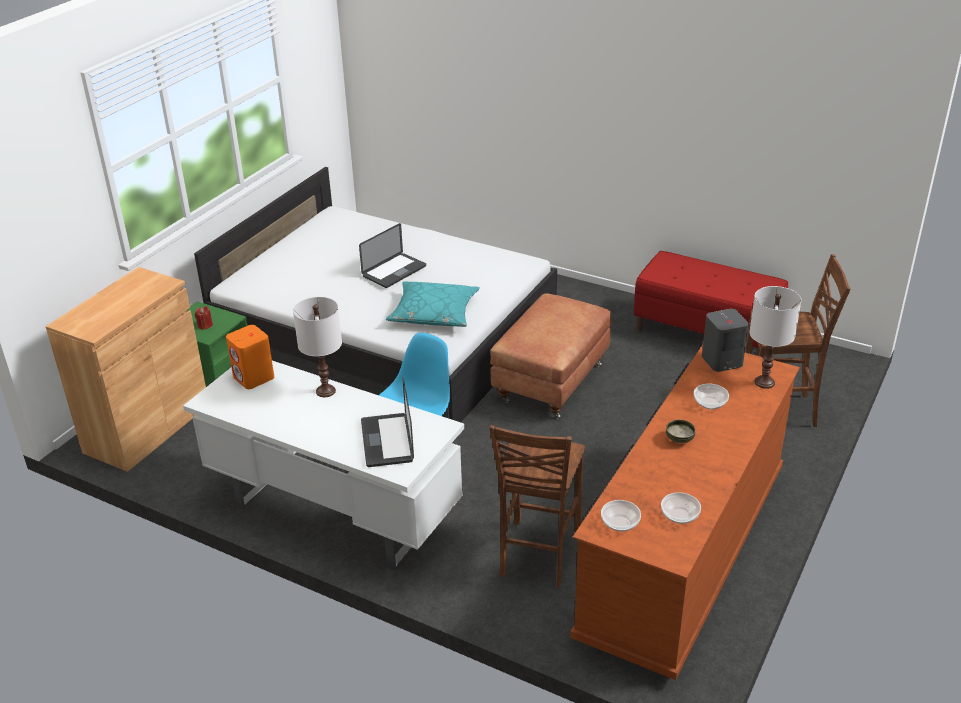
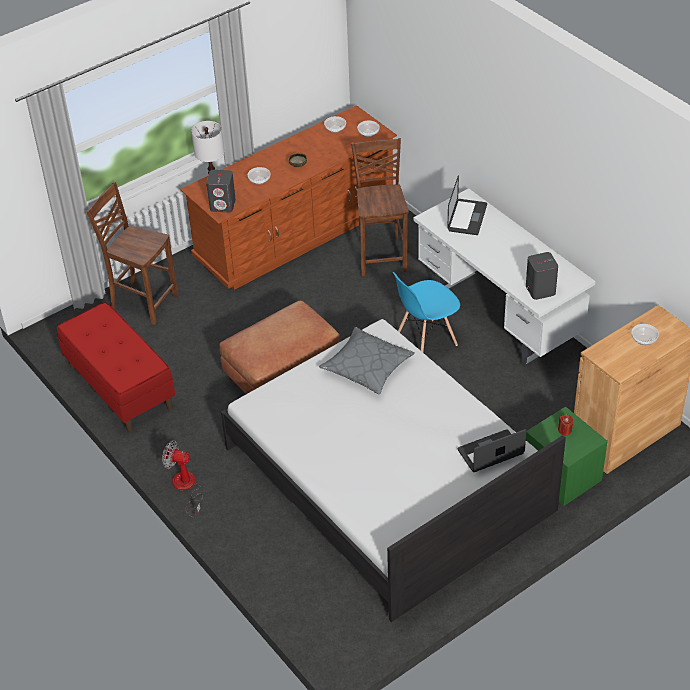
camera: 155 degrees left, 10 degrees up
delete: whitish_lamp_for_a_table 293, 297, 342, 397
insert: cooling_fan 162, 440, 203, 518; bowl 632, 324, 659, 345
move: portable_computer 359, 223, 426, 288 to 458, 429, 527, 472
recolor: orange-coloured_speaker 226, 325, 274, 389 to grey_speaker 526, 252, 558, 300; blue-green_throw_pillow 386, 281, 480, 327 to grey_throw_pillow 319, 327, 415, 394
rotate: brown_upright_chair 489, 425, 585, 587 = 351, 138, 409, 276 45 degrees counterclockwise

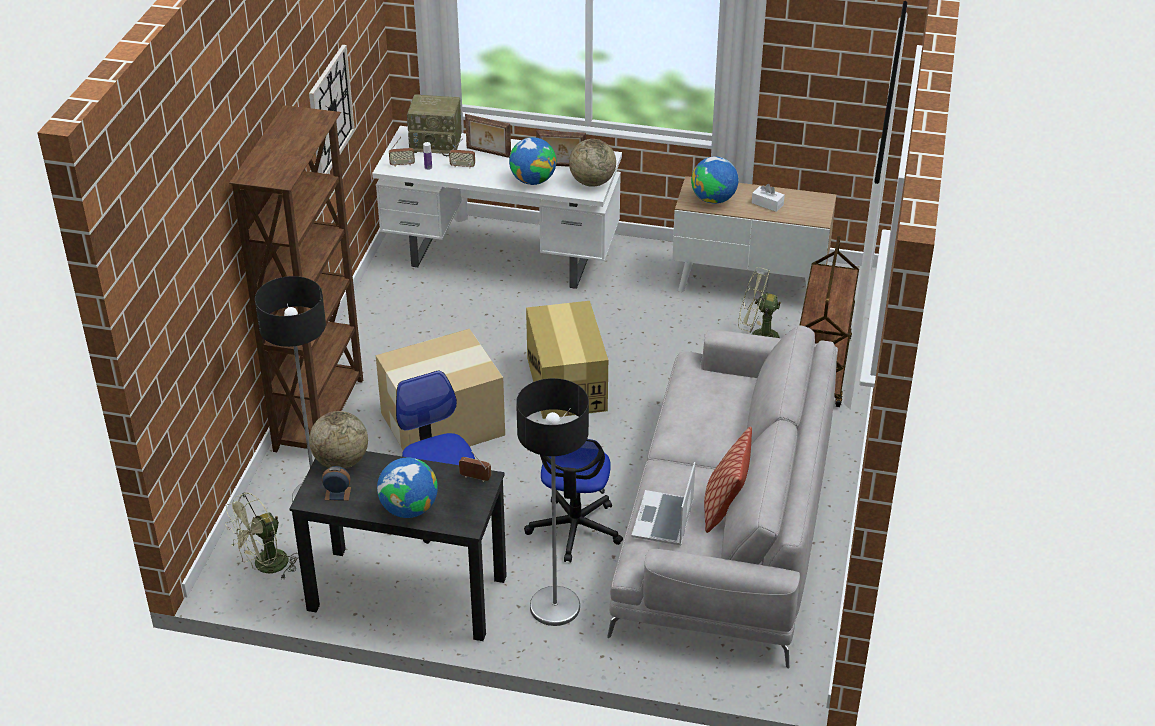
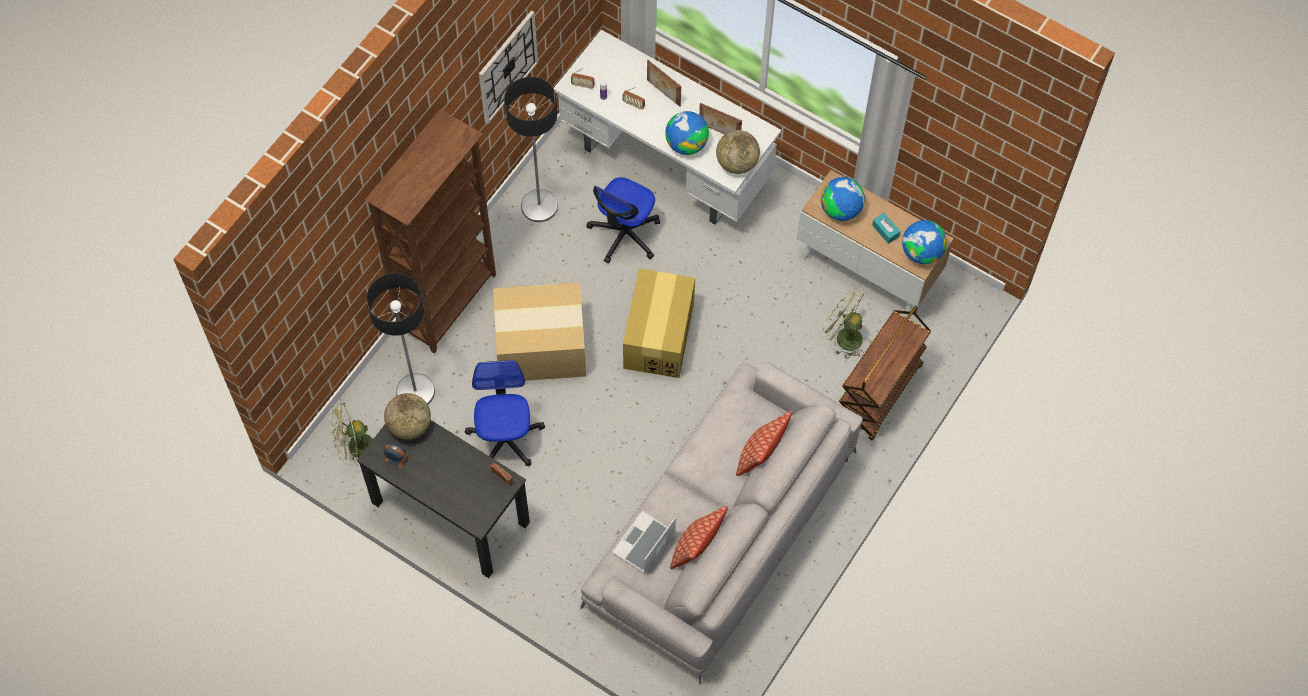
camera: 20 degrees right, 25 degrees up
delete: radio_set 407, 94, 462, 156
insert: throw_pillow 736, 411, 792, 476
move: world_globe 377, 458, 438, 518 to 902, 220, 947, 264; floor_lamp 516, 378, 589, 626 to 504, 77, 558, 222; desk_chair 524, 439, 623, 563 to 586, 177, 660, 263
recolor: whitish_box_of_tissues 752, 184, 785, 212 to blue-green_box_of_tissues 872, 213, 901, 244

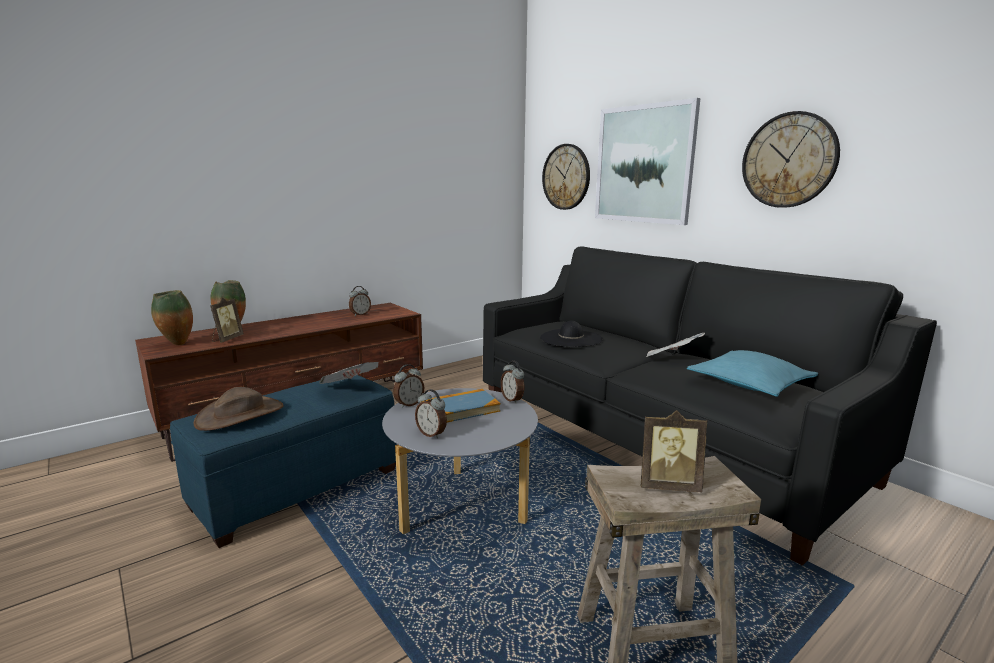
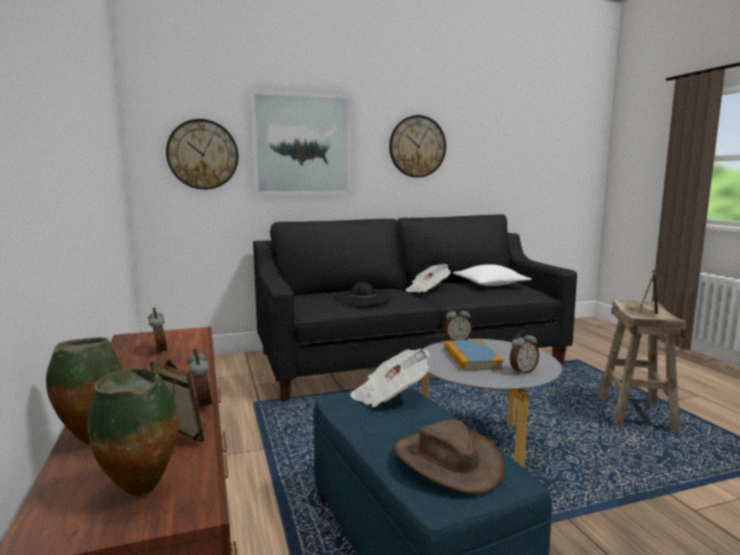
camera: 70 degrees left, 5 degrees down
move: table_clock 393, 364, 424, 408 to 187, 348, 212, 410
recolor: blue-green_throw_pillow 687, 350, 818, 397 to whitish_throw_pillow 453, 264, 532, 286

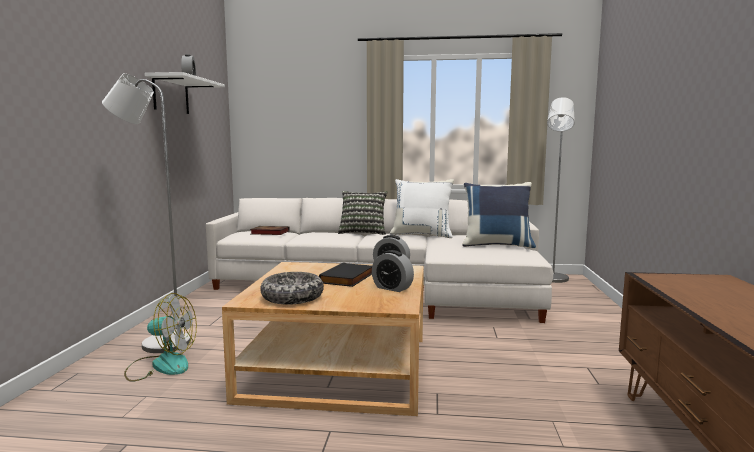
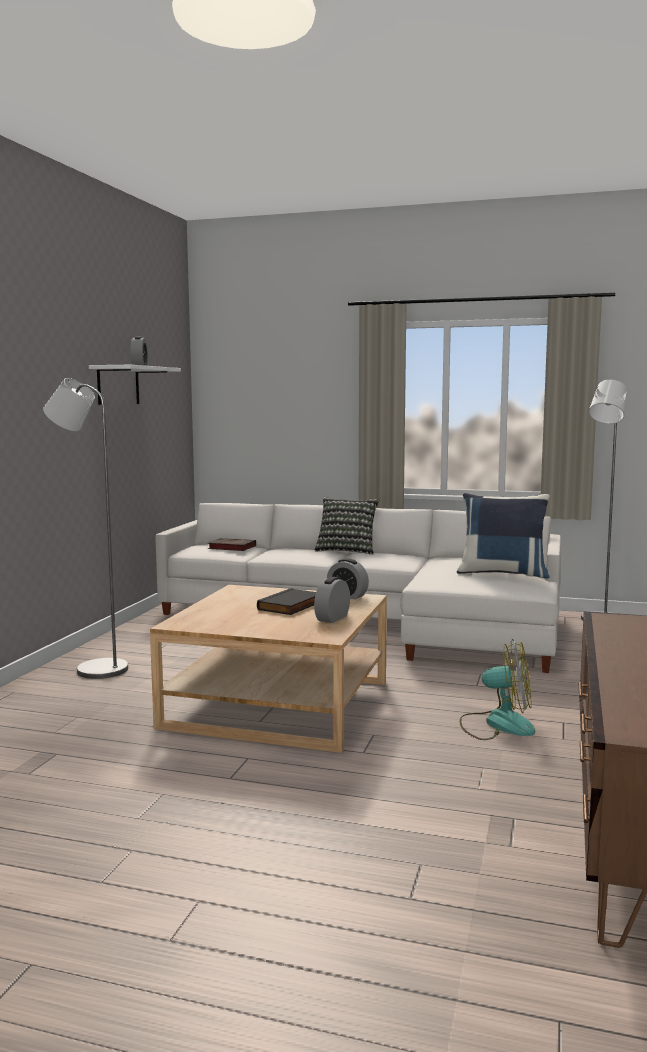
camera: 10 degrees right, 0 degrees up
delete: bowl 260, 272, 324, 305; whitish_throw_pillow 390, 179, 454, 238
move: cooling_fan 124, 293, 197, 382 to 459, 639, 535, 740
rotate: table_clock 372, 250, 414, 292 = 314, 577, 350, 623 75 degrees clockwise

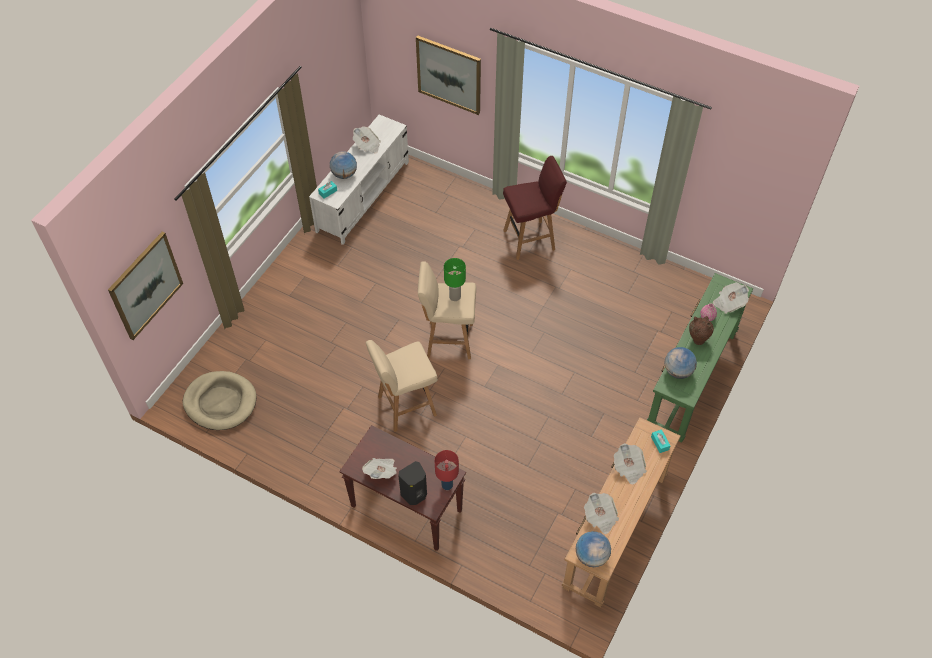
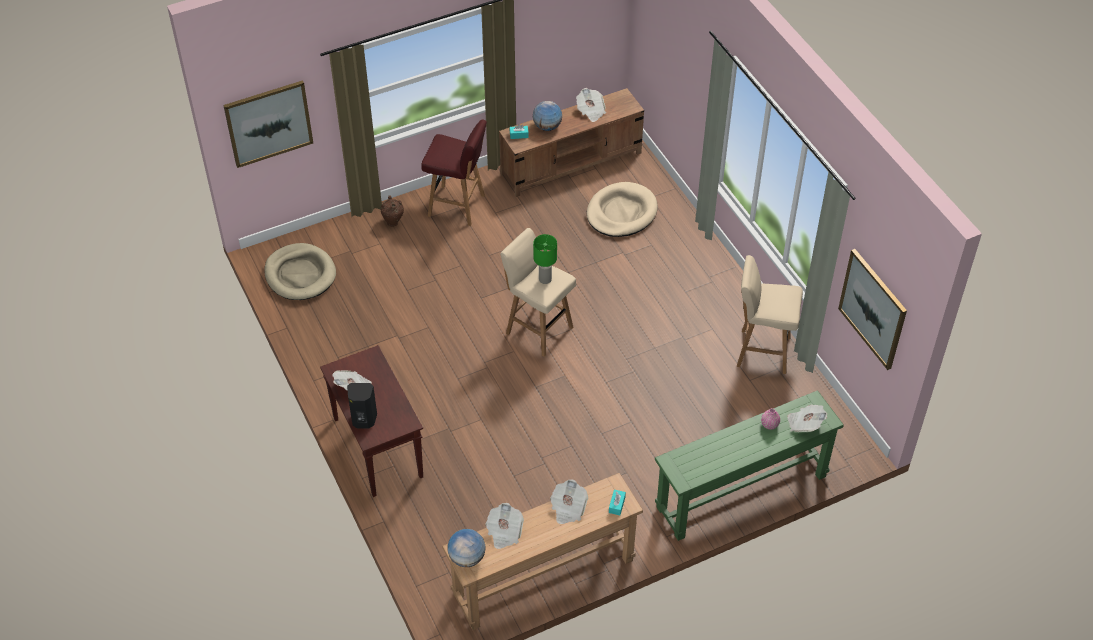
camera: 35 degrees right, 5 degrees down
delete: reddish_lamp_for_a_table 435, 450, 459, 490; world_globe 665, 347, 697, 379
insert: beige-coloured_pet_bed 587, 182, 658, 237
move: beige-coloured_stool_seat 365, 340, 438, 432 to 737, 255, 803, 374; wall_picture 416, 35, 481, 115 to 838, 249, 907, 370; reddish_stool_seat 503, 156, 567, 260 to 421, 120, 487, 226; brown_vase 689, 316, 714, 345 to 381, 195, 404, 227
recolor: whitish_tv_stand 309, 115, 409, 245 to brown_tv_stand 499, 88, 644, 197

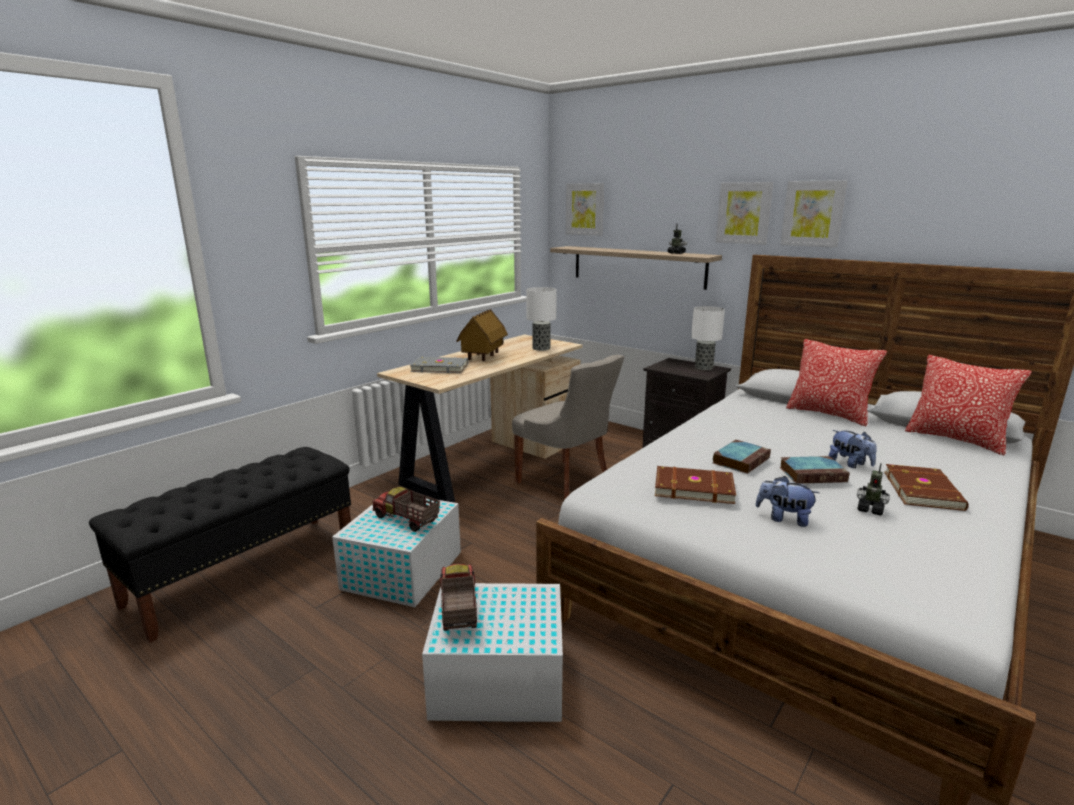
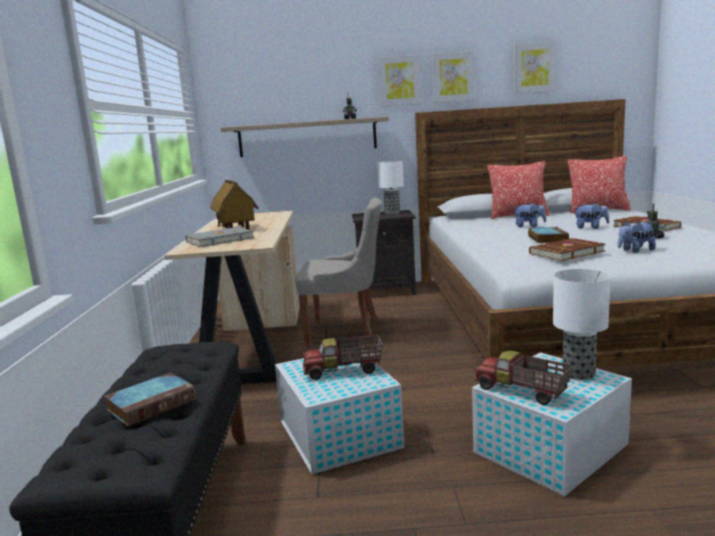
camera: 40 degrees left, 5 degrees down
insert: cuddly_toy 514, 203, 546, 227
move: lamp_for_a_table 526, 287, 557, 351 to 553, 269, 611, 380; wall_picture 566, 183, 604, 236 to 514, 41, 556, 94; volume 779, 456, 850, 484 to 105, 373, 196, 427

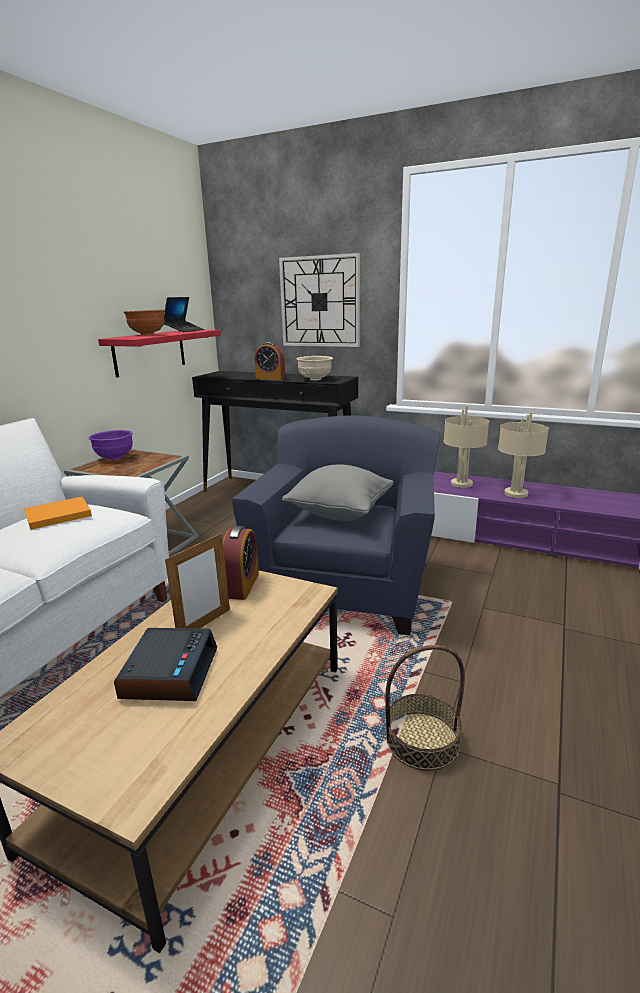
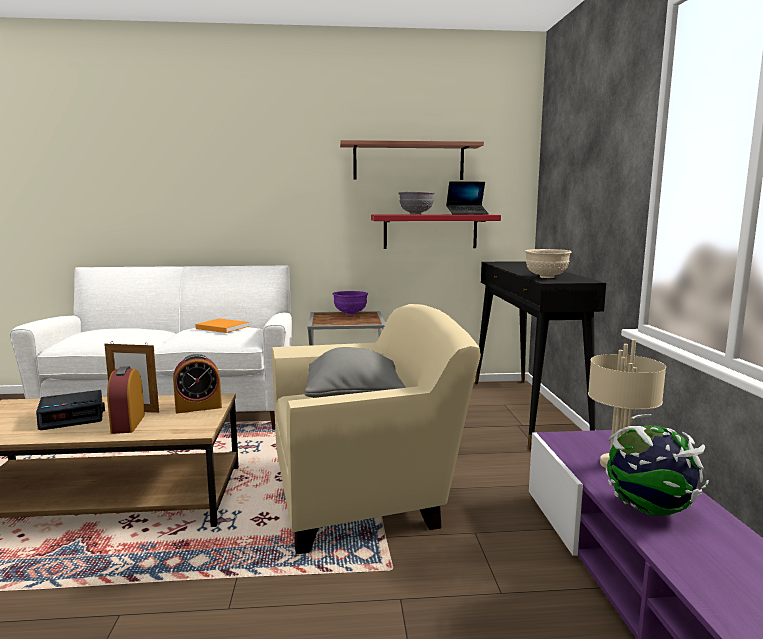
camera: 60 degrees right, 10 degrees down
delete: wall_clock 279, 253, 360, 347; storage_basket 385, 645, 465, 771
insert: bracket_shelf 340, 140, 484, 180
move: table_clock 254, 342, 285, 380 to 107, 366, 145, 434
replace: beige-coloured_lamp_for_a_table 498, 412, 549, 498 to world_globe 606, 414, 709, 516
recolor: brown_bowl 124, 310, 165, 335 to grey_bowl 398, 192, 434, 214; bluish_easy_chair 232, 415, 440, 635 to beige-coloured_easy_chair 272, 304, 481, 554

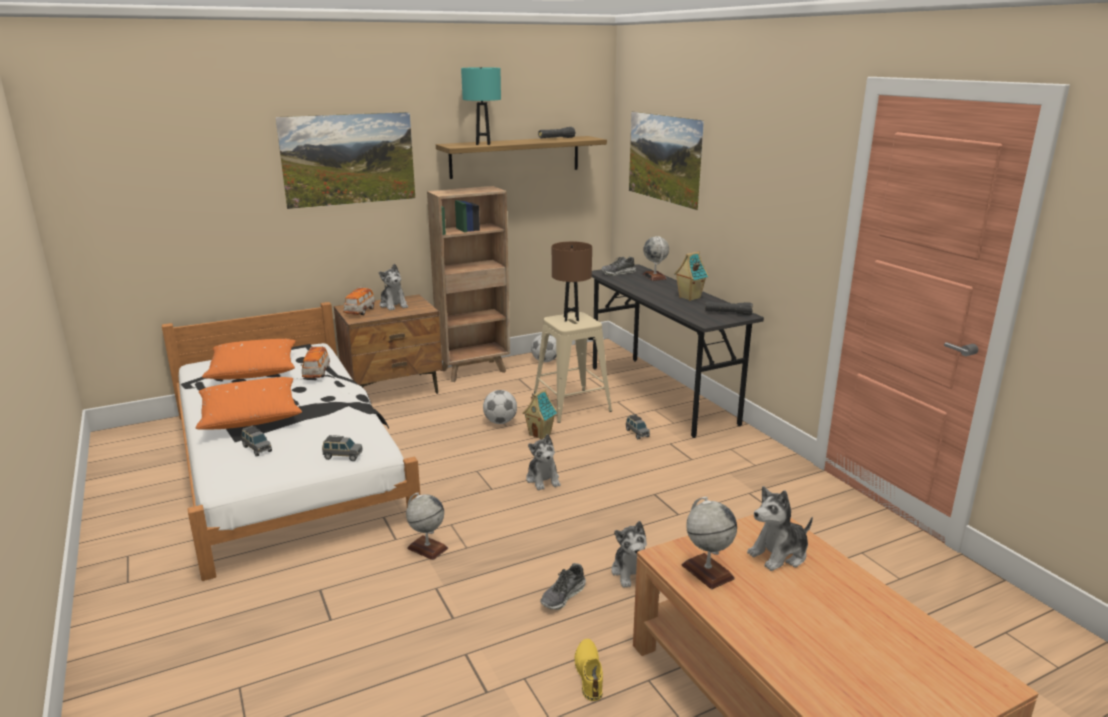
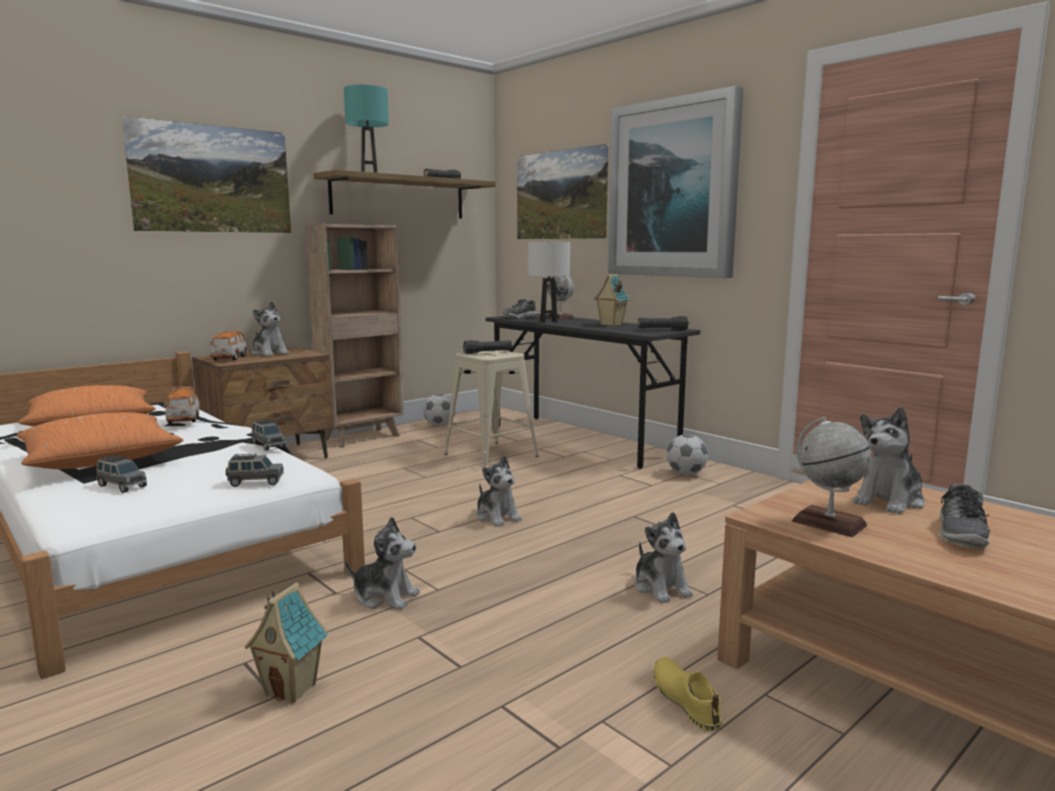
camera: 15 degrees left, 10 degrees down
insert: whitish_lamp_for_a_table 528, 242, 570, 323; wall_picture 608, 86, 743, 278
move: ball_for_football 483, 390, 517, 424 to 667, 434, 708, 475; model_house 522, 388, 557, 440 to 245, 582, 328, 703; item_of_footwear 540, 563, 586, 610 to 939, 484, 990, 548; grey_model_car 626, 414, 650, 439 to 252, 418, 285, 451
replace: world_globe 406, 493, 448, 560 to cuddly_toy 345, 517, 420, 609; brown_lamp_for_a_table 552, 241, 592, 322 to black_hand_torch 463, 340, 512, 354

